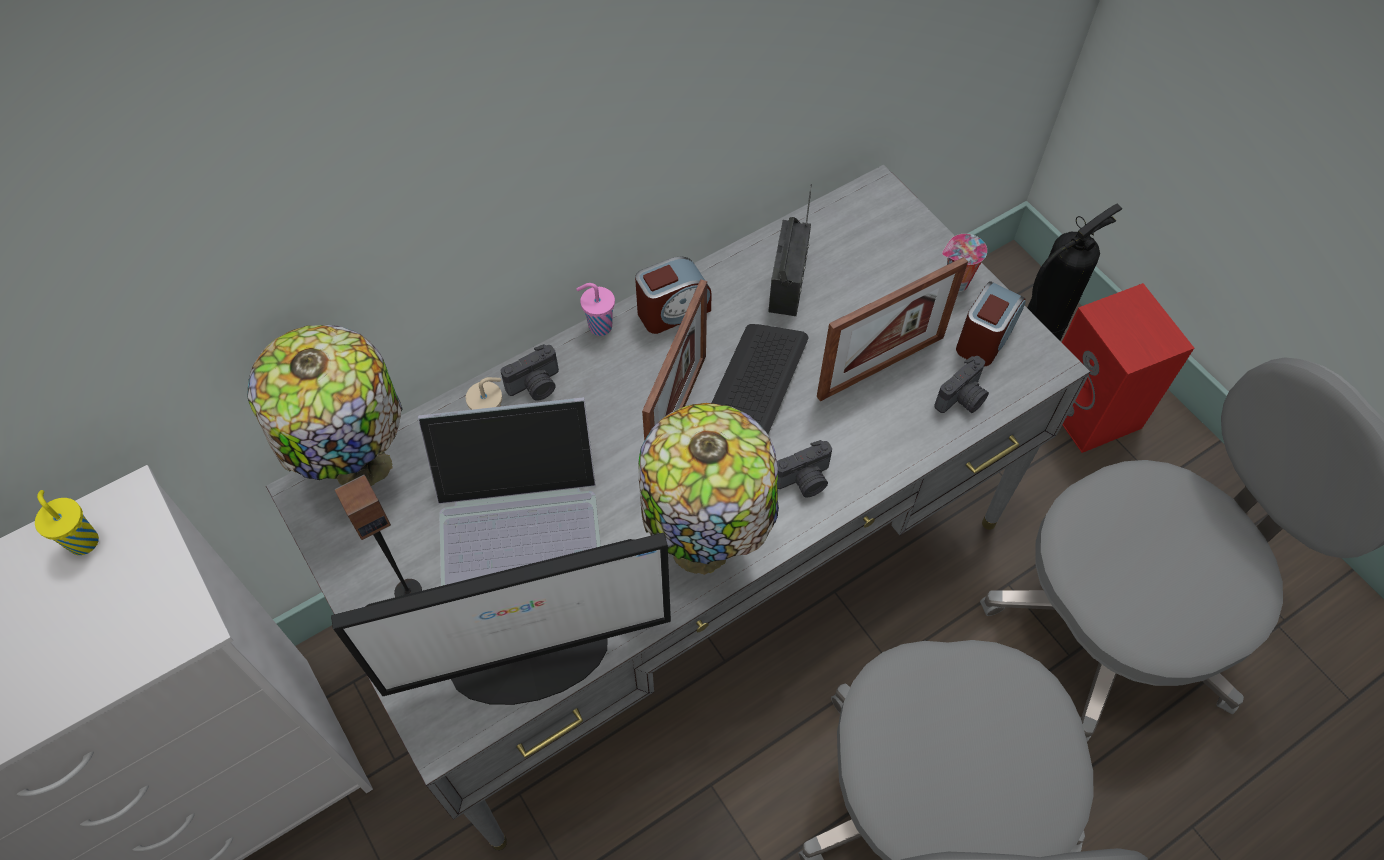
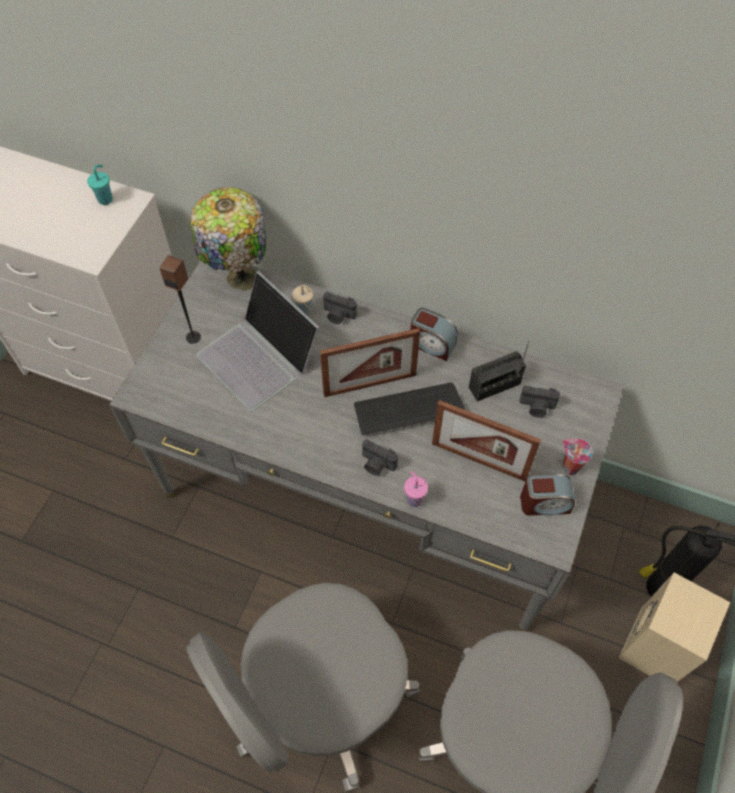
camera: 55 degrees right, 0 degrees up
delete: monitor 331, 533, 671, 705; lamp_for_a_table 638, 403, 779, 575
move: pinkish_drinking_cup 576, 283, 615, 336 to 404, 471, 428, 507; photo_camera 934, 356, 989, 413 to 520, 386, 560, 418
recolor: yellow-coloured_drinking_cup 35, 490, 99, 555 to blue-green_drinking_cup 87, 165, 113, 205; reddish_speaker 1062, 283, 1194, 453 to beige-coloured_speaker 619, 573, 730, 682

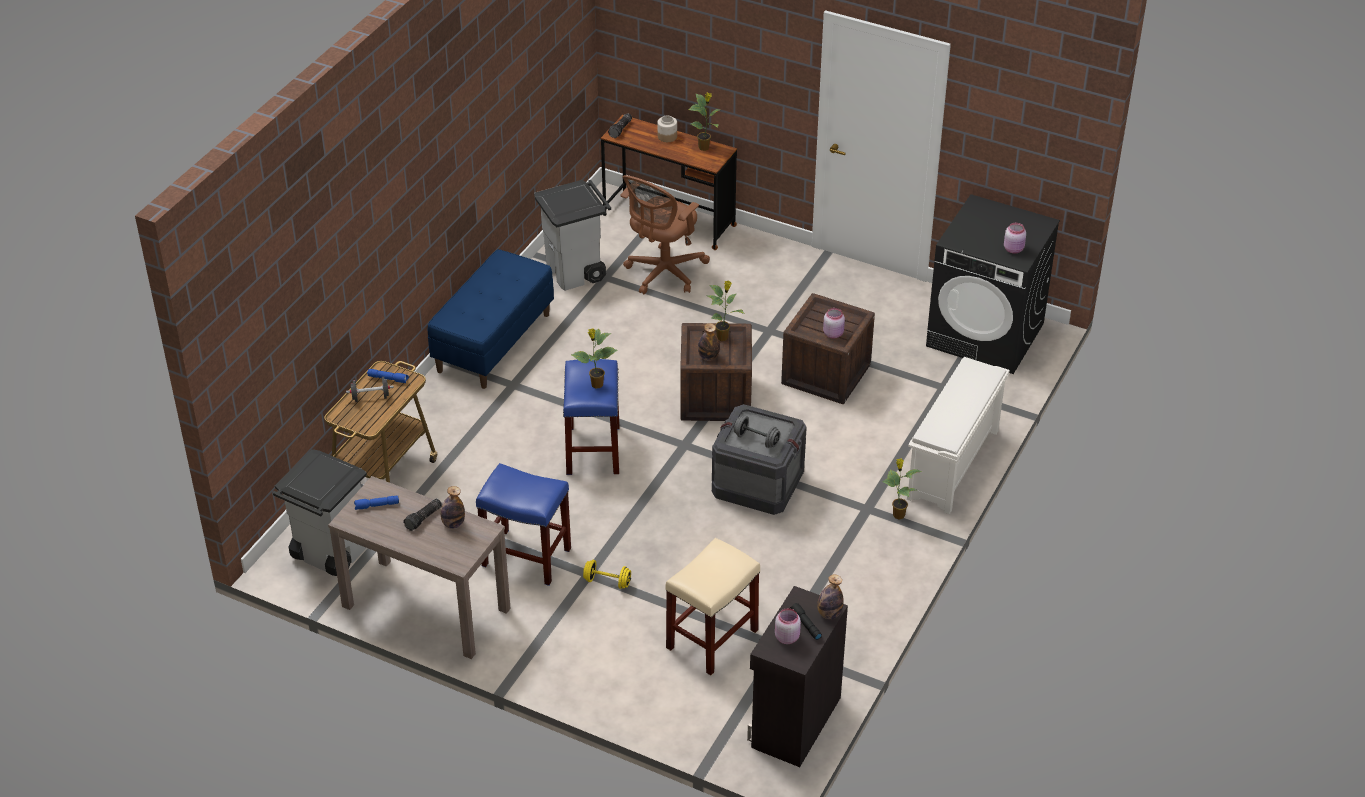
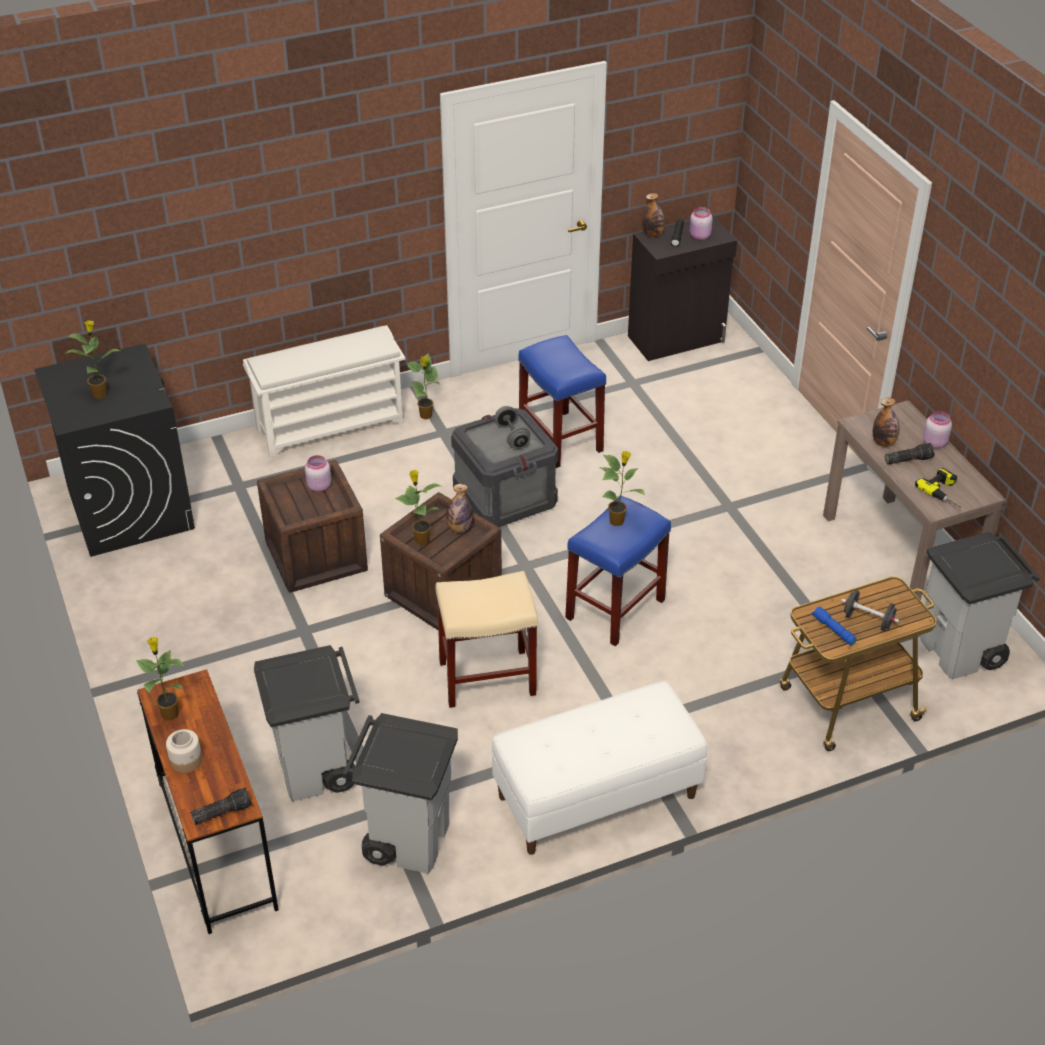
camera: 140 degrees left, 0 degrees up
delete: yellow-coloured_free_weight 583, 560, 631, 589
insert: houseplant 66, 320, 121, 399
move: bluish_stool_seat 476, 463, 571, 586 to 518, 335, 606, 468; beige-coloured_stool_seat 665, 538, 760, 675 to 436, 571, 538, 708; pinkish_jar 1004, 223, 1026, 254 to 923, 411, 952, 449
replace: bluish_hand_torch 354, 496, 399, 510 to power_drill 915, 468, 961, 508; brown_desk_chair 621, 175, 710, 295 to grey_trash_can 254, 645, 359, 801
recolor: bluish_indoor_bench 428, 249, 554, 389 to whitish_indoor_bench 492, 681, 707, 855

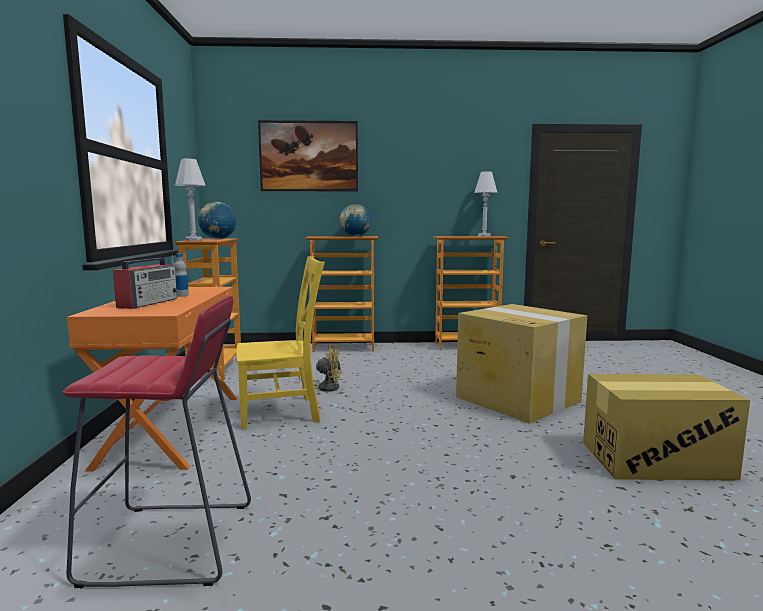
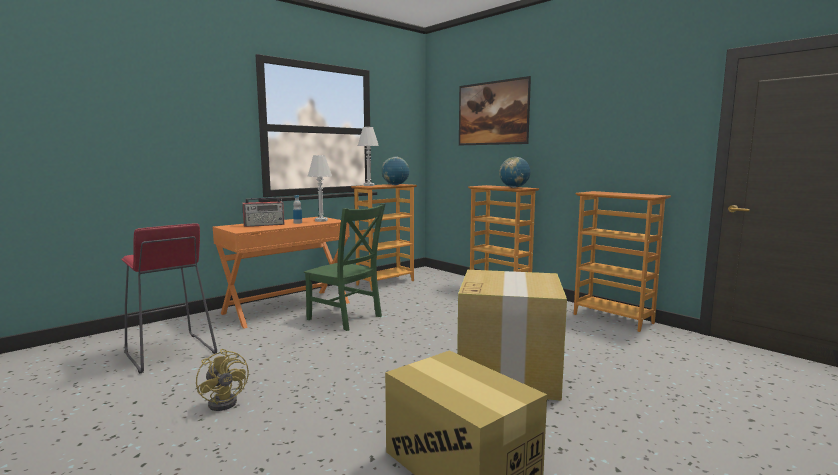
camera: 50 degrees right, 0 degrees up
move: yellow-coloured_cooling_fan 298, 345, 341, 392 to 196, 349, 249, 411; whitish_lamp_for_a_table 474, 172, 498, 236 to 308, 155, 332, 222
recolor: yellow-coloured_upright_chair 237, 256, 325, 430 to greenish_upright_chair 304, 204, 385, 331

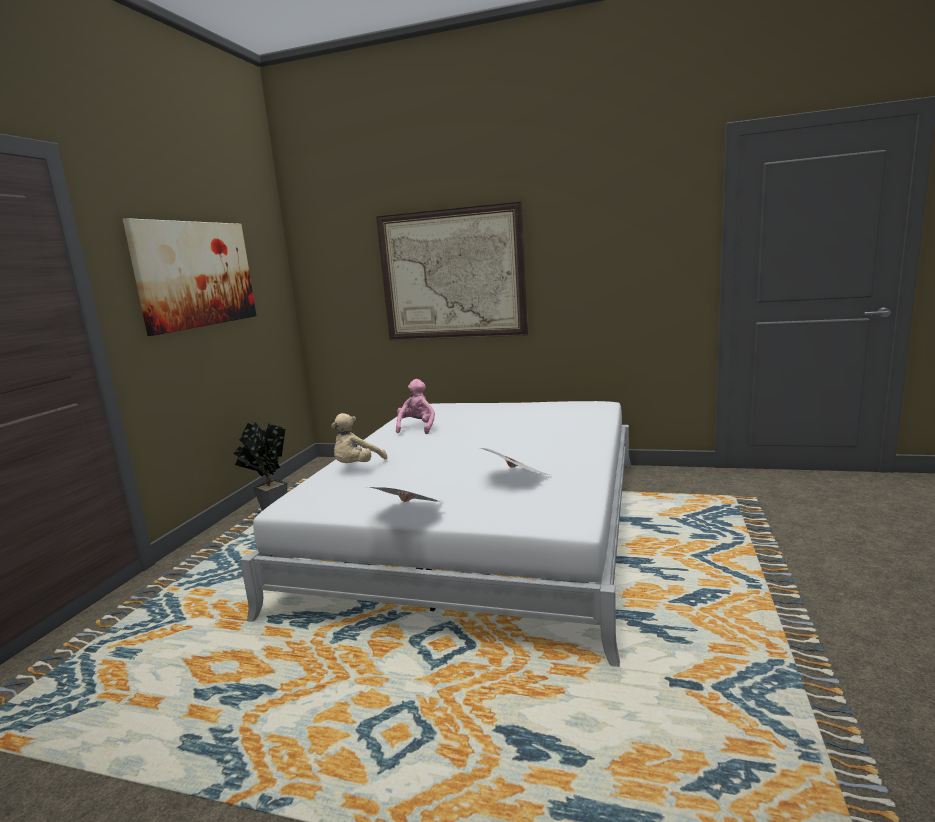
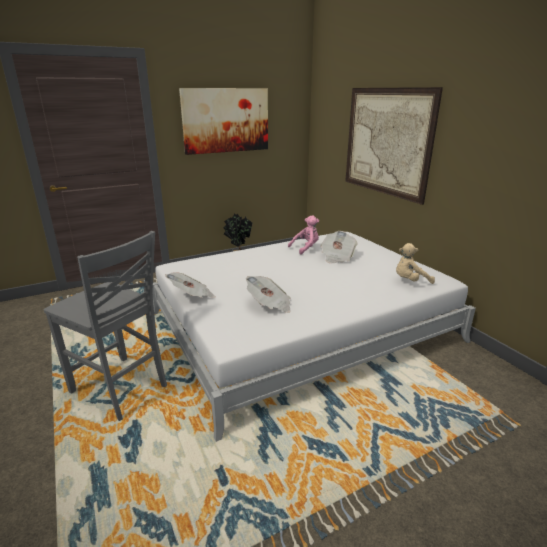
camera: 45 degrees right, 10 degrees up
insert: grey_upright_chair 44, 231, 167, 421; newspaper 321, 231, 357, 263
move: beige-coloured_cuddly_toy 331, 413, 387, 463 to 396, 243, 435, 284

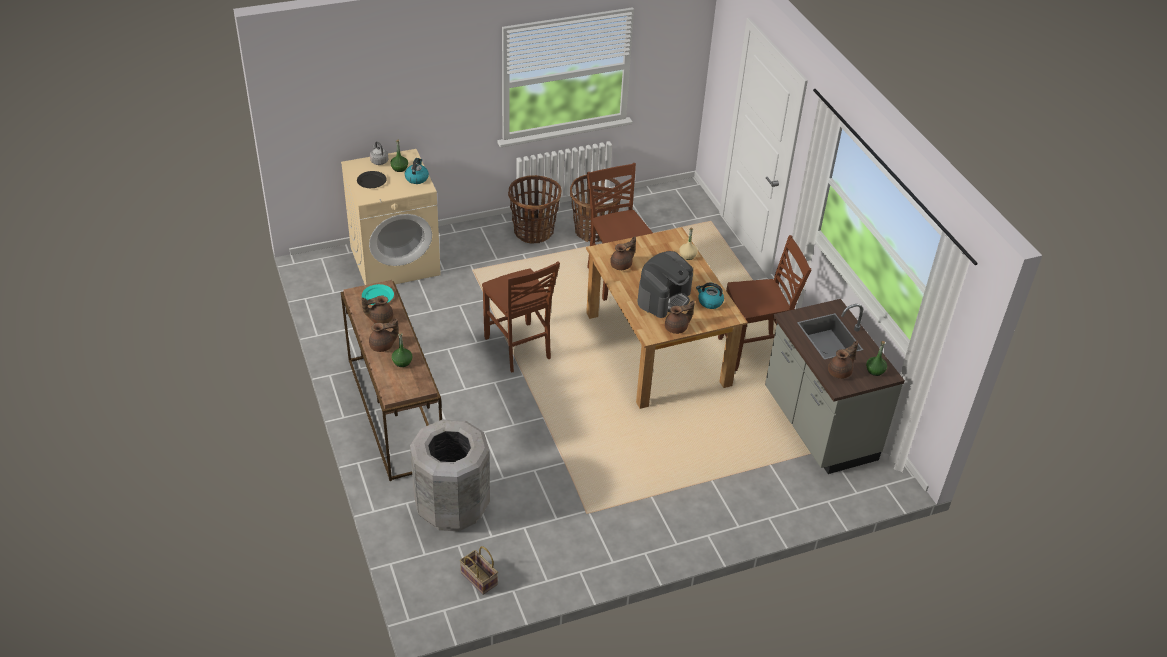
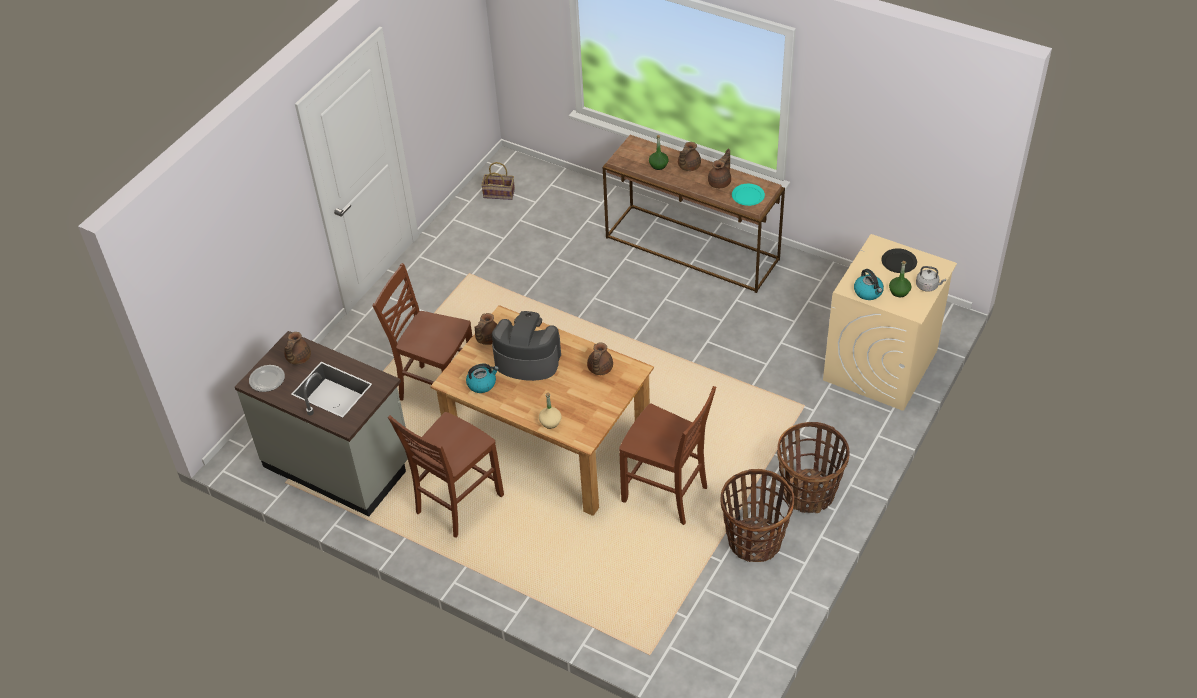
camera: 145 degrees right, 5 degrees up
delete: grey_trash_can 410, 419, 490, 531
move: brown_upright_chair 482, 261, 560, 372 to 372, 263, 472, 400
replace: greenish_bottle 866, 341, 887, 376 to plate 249, 365, 285, 392
rotate: coffee_machine 637, 251, 693, 318 = 492, 311, 561, 381 105 degrees clockwise

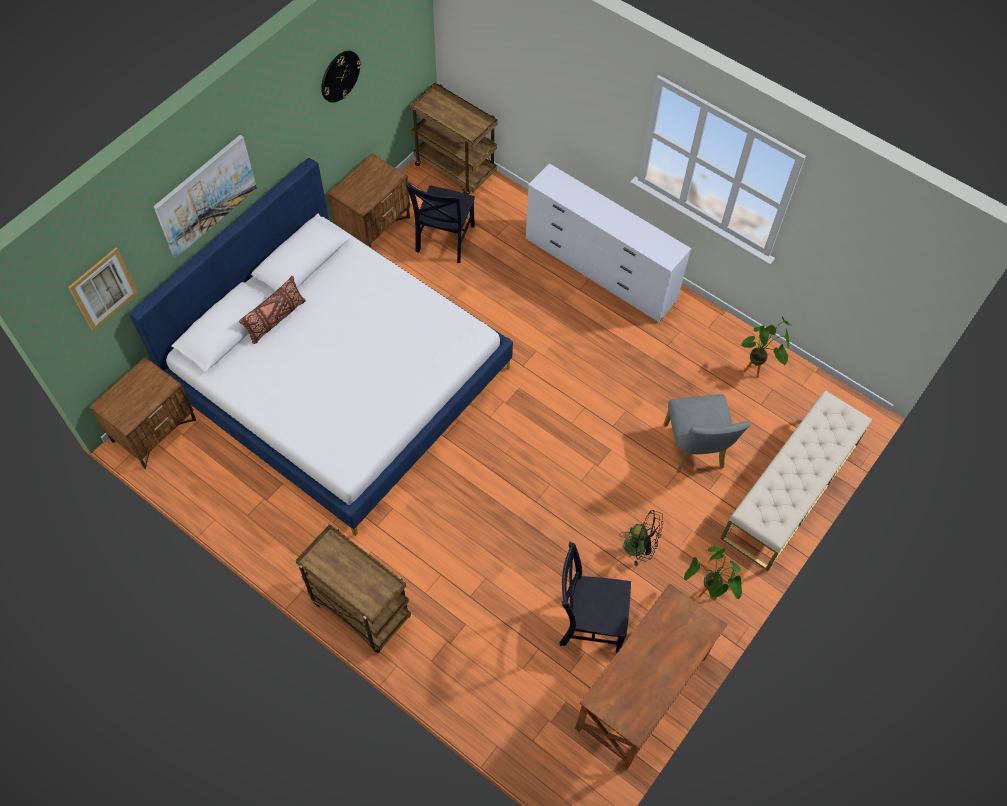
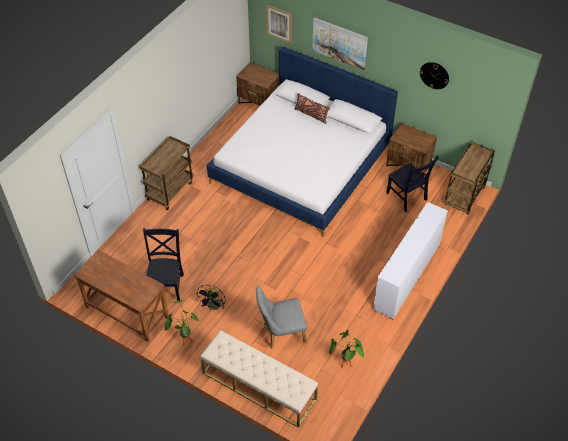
camera: 85 degrees right, 10 degrees down
rotate: black_upright_chair 406, 183, 475, 263 = 386, 156, 439, 212 135 degrees counterclockwise

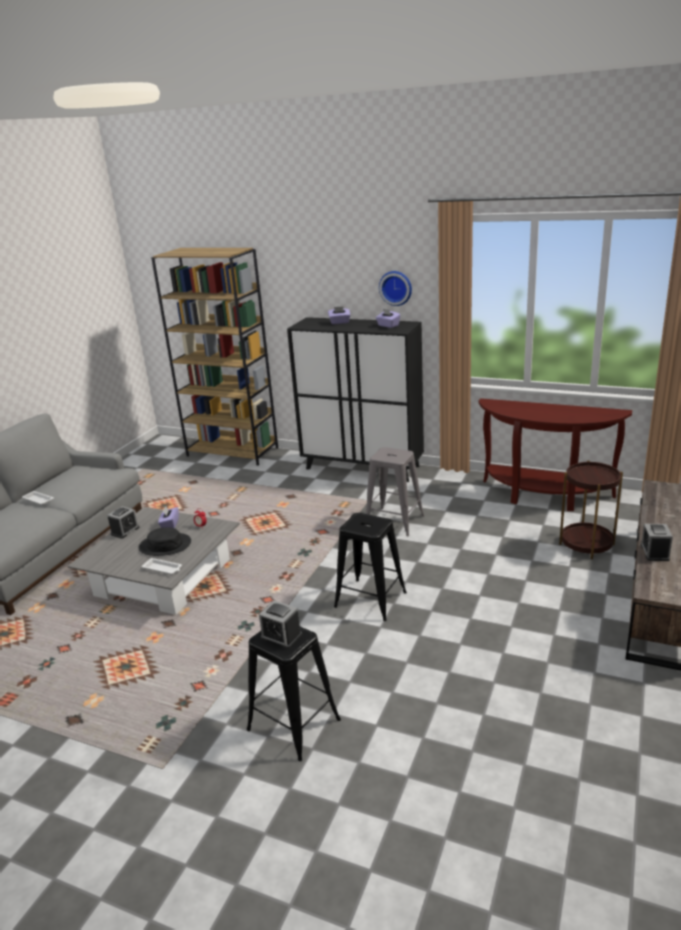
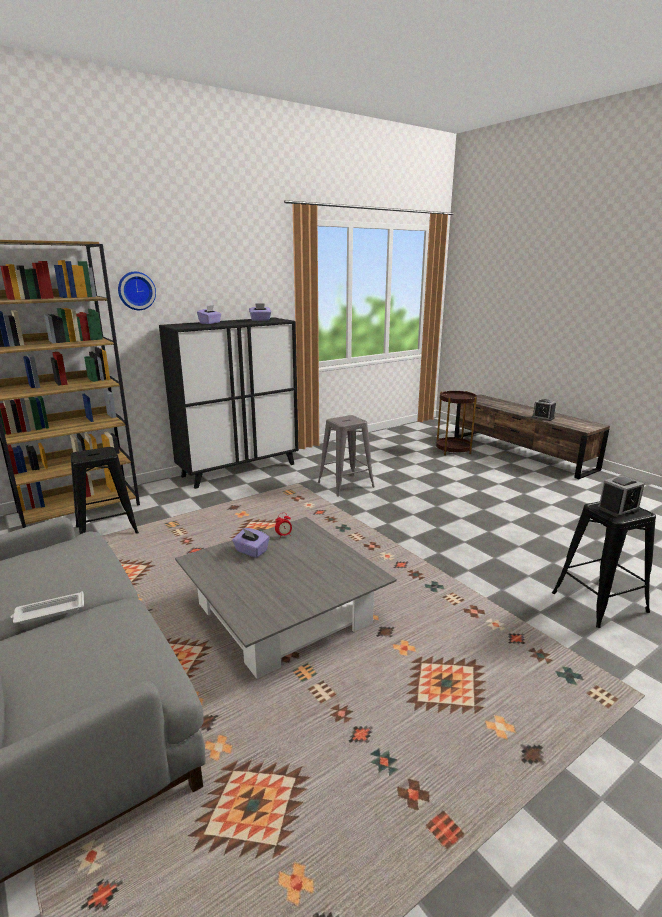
camera: 60 degrees left, 5 degrees down
delete: table_clock 107, 506, 140, 539; black_clothing_hat 139, 527, 191, 556; whitish_tray 142, 558, 182, 575; brown_hall_table 479, 398, 632, 511
move: black_stool_seat 334, 513, 407, 621 to 70, 447, 139, 534; wall_clock 379, 271, 412, 306 to 118, 272, 156, 310

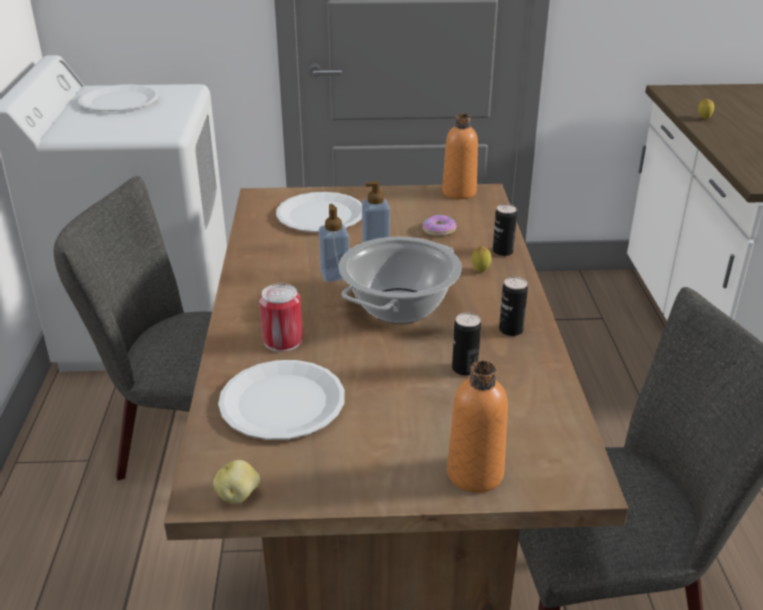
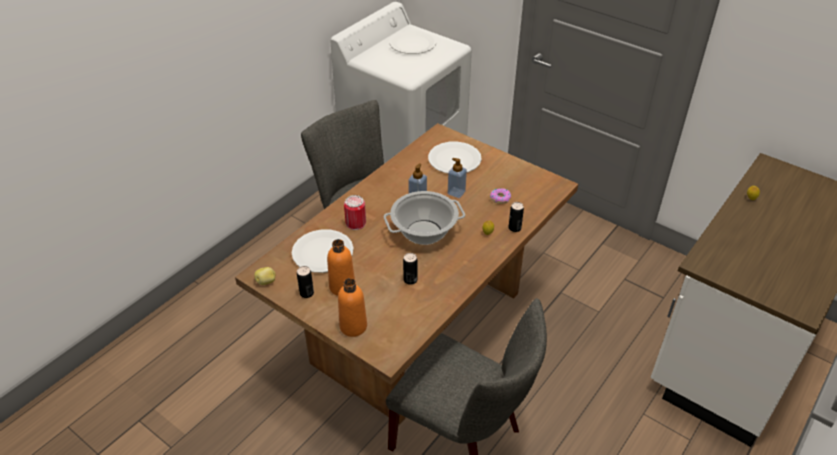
camera: 40 degrees right, 10 degrees up
move: orange-coloured_bottle 442, 114, 478, 199 to 327, 239, 355, 296; sealed_can 499, 277, 528, 336 to 297, 266, 314, 298

